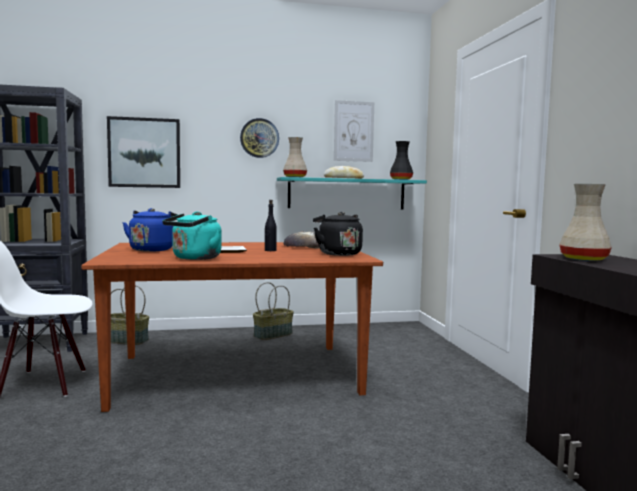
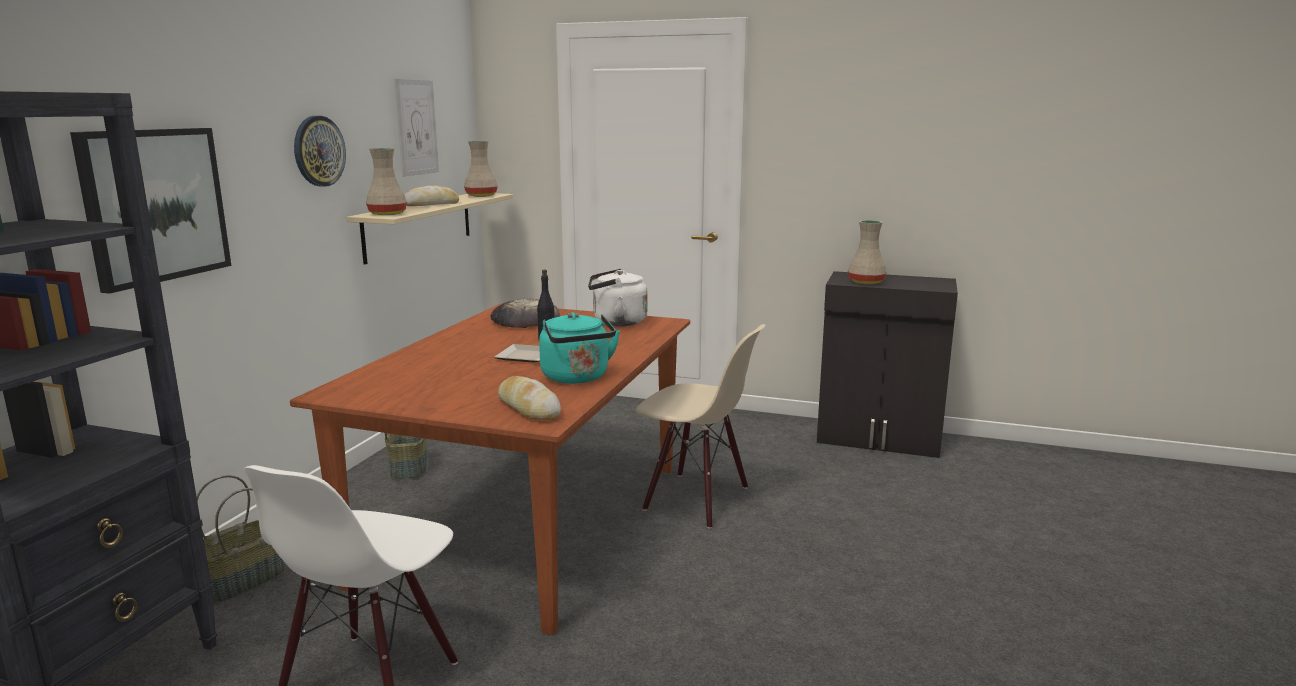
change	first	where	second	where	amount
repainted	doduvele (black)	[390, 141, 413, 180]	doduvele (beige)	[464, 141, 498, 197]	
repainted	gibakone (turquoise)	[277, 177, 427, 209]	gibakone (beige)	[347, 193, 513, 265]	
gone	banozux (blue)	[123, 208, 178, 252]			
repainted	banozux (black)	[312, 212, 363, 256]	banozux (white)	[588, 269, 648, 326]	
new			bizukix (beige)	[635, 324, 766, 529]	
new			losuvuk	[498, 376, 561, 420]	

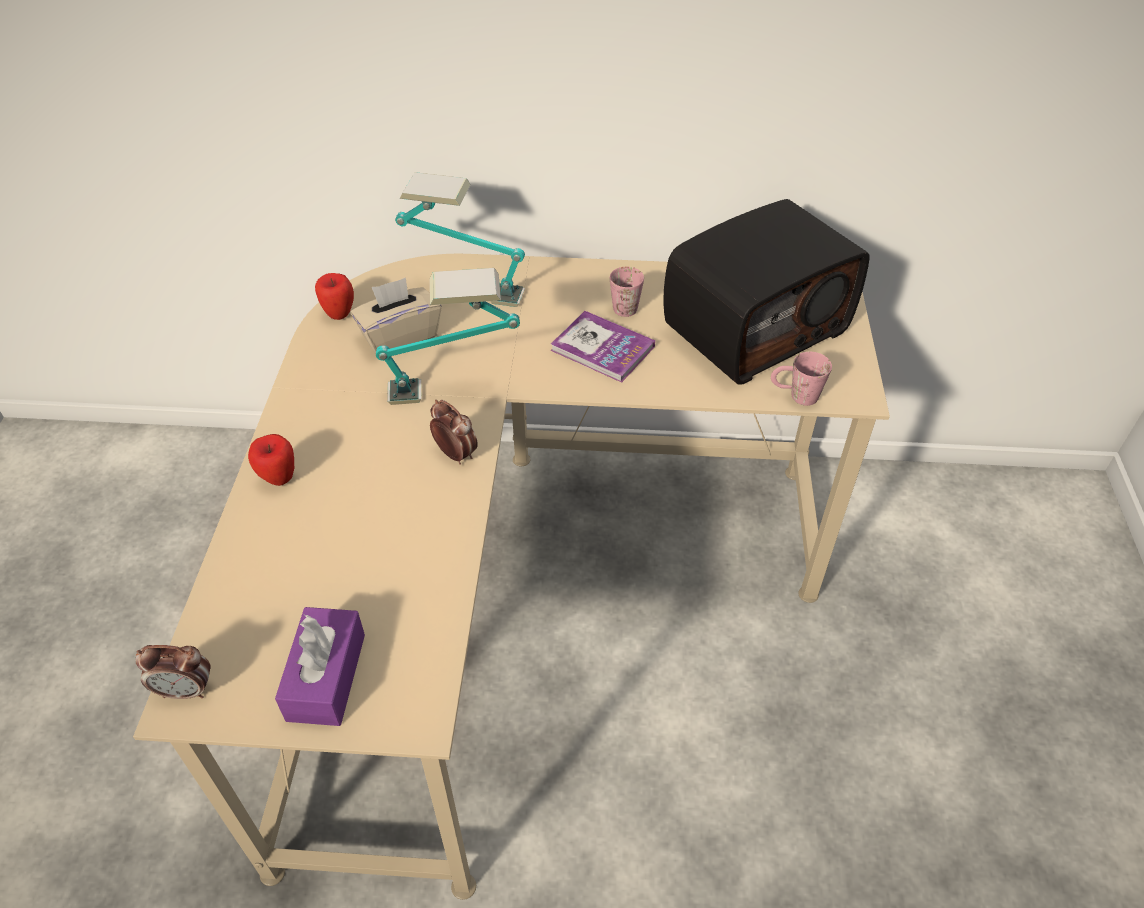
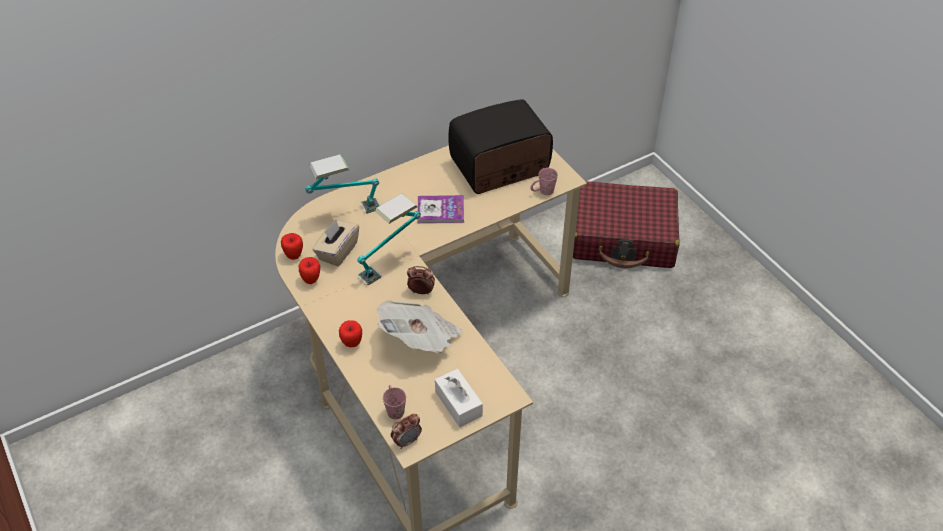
change	first	where	second	where	amount
rotated	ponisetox	[663, 199, 870, 385]		[448, 99, 553, 194]	135 degrees counterclockwise
shifted	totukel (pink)	[610, 267, 644, 317]		[383, 385, 406, 419]	
repainted	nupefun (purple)	[275, 607, 365, 726]	nupefun (white)	[435, 369, 483, 427]	
new			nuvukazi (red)	[573, 181, 680, 269]	
new			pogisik	[299, 257, 320, 284]	
new			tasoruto	[377, 301, 463, 353]	

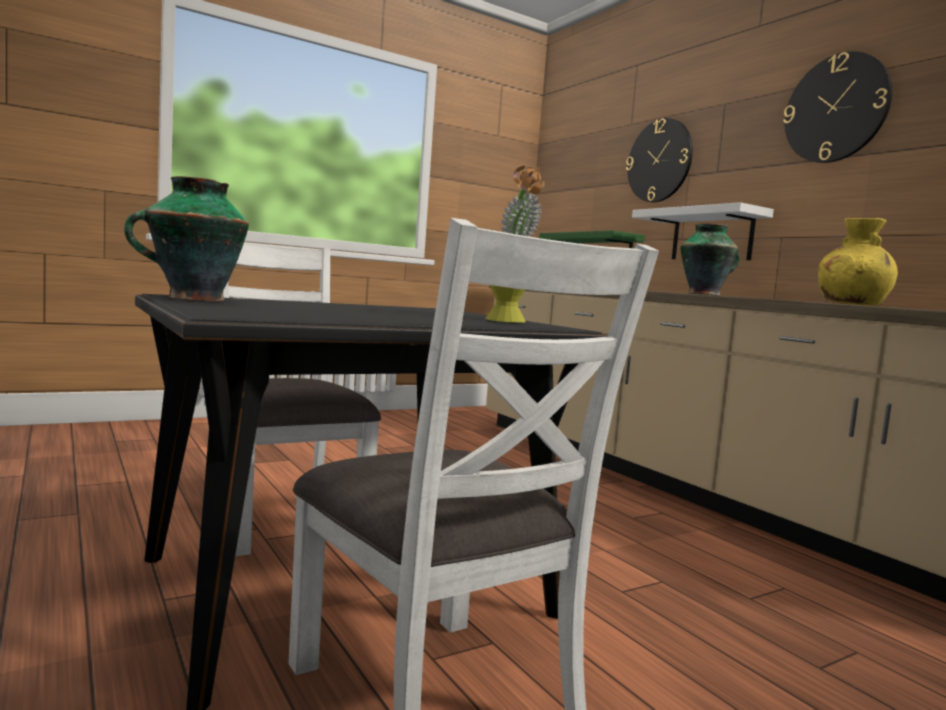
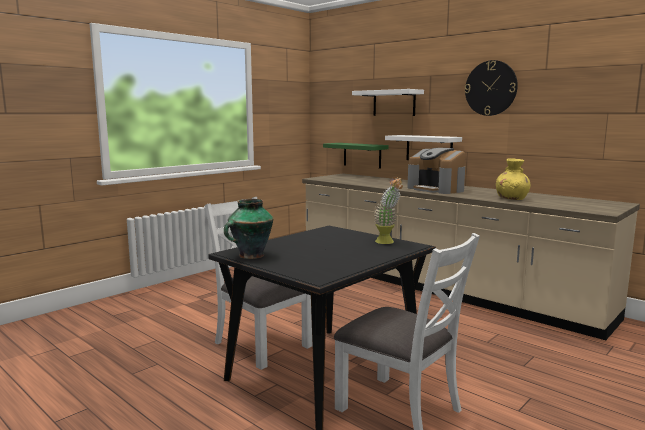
change	first	where	second	where	amount
swapped	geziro	[626, 118, 693, 202]	gibakone (white)	[352, 89, 424, 116]	
swapped	doduvele	[680, 223, 740, 296]	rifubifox	[408, 148, 465, 194]	

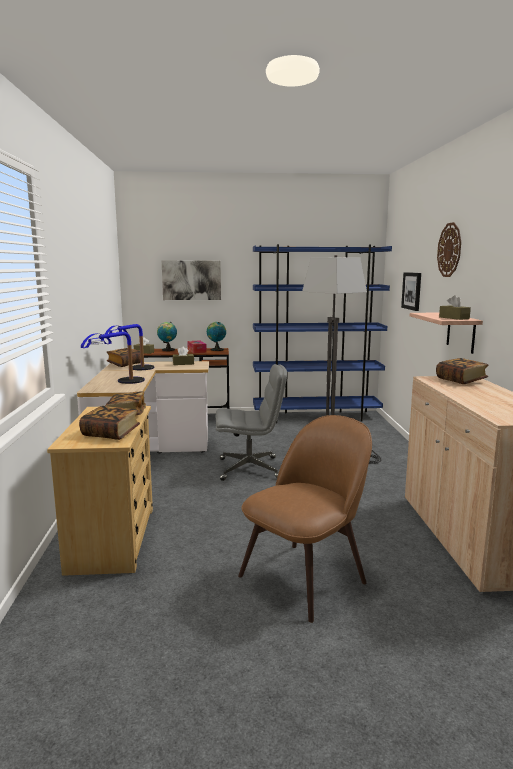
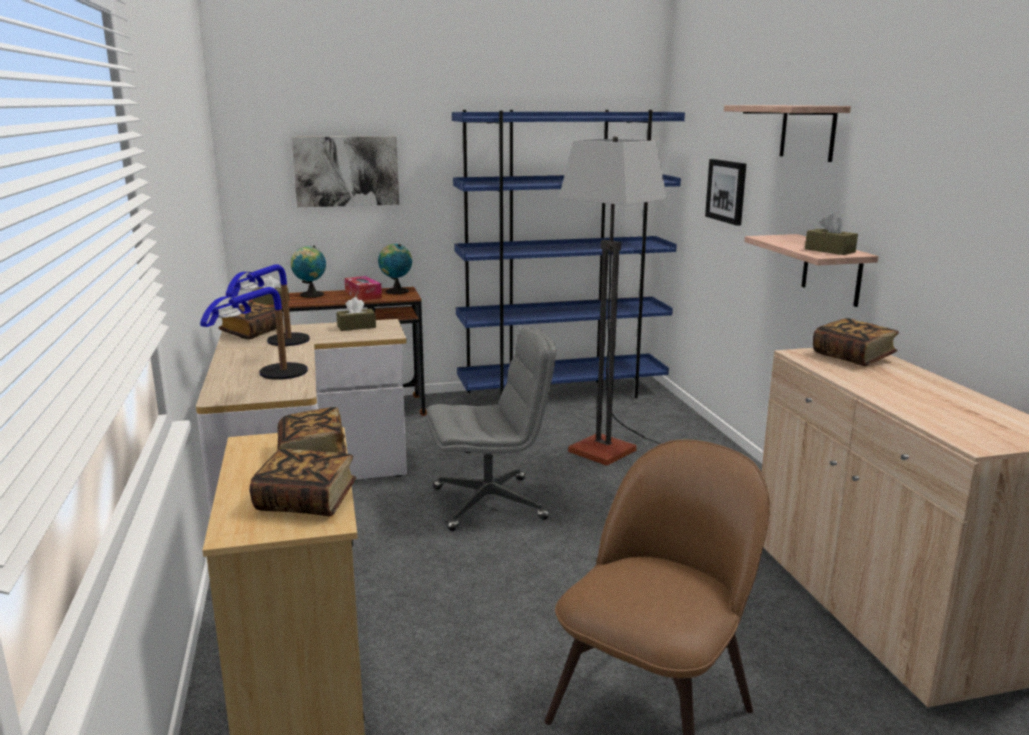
change	first	where	second	where	amount
swapped	geziro	[437, 222, 461, 277]	gibakone	[724, 105, 851, 162]	

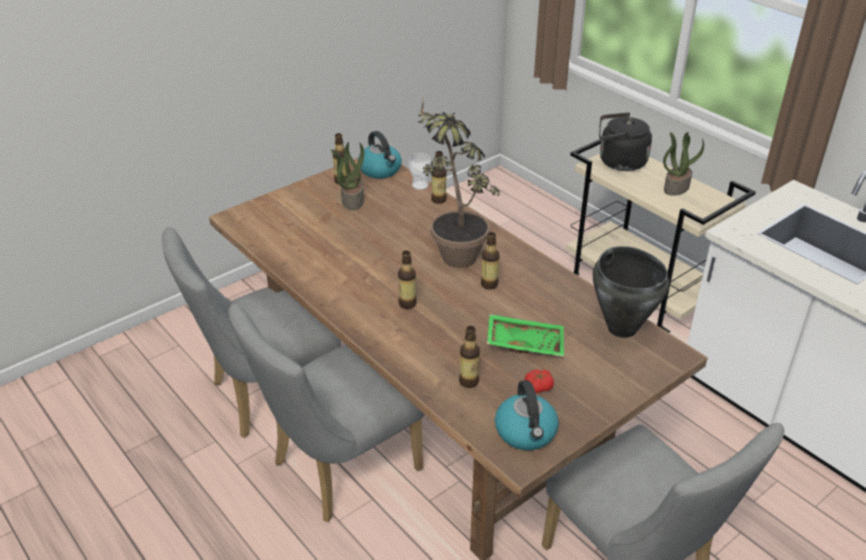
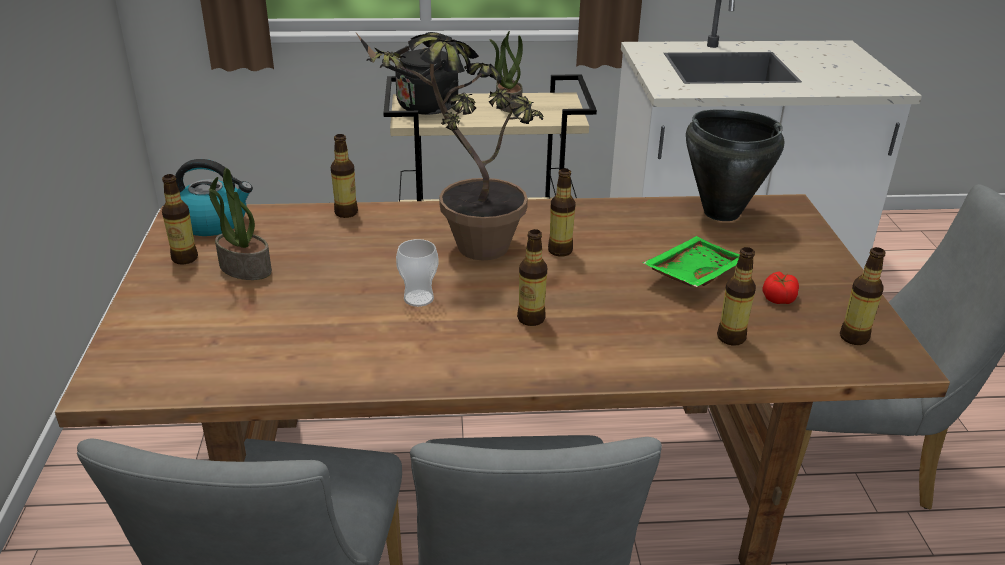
change	first	where	second	where	amount
shifted	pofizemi	[409, 153, 431, 190]		[396, 239, 438, 307]	
swapped	banozux	[495, 380, 559, 450]	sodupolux	[840, 247, 886, 345]	

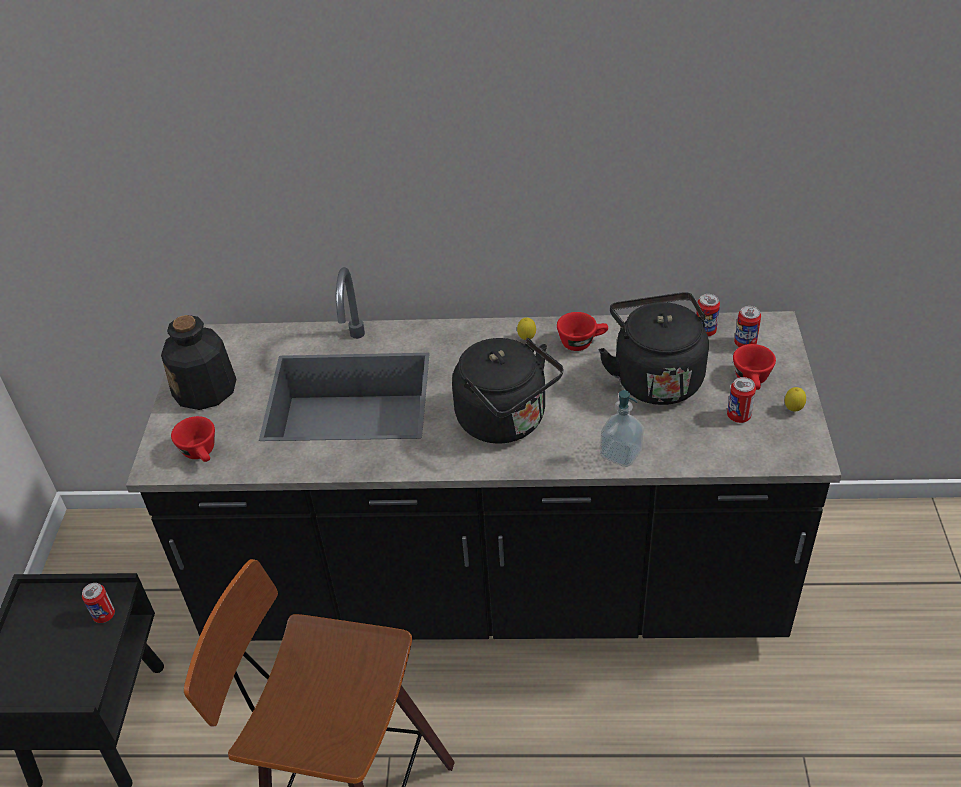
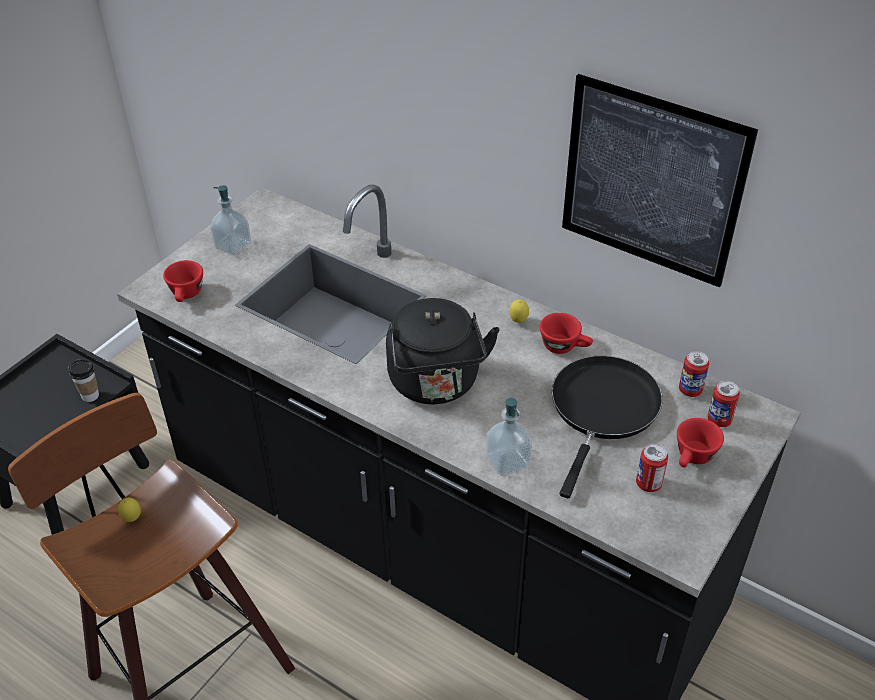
change	first	where	second	where	amount
swapped	banozux (black)	[599, 292, 709, 405]	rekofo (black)	[552, 356, 663, 498]	
swapped	sodupolux	[161, 315, 236, 410]	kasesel	[210, 185, 251, 255]	
shifted	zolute	[785, 387, 806, 411]		[118, 498, 141, 522]	
swapped	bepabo	[82, 583, 115, 623]	pofizemi	[68, 359, 99, 402]	
new			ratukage	[562, 74, 758, 287]	

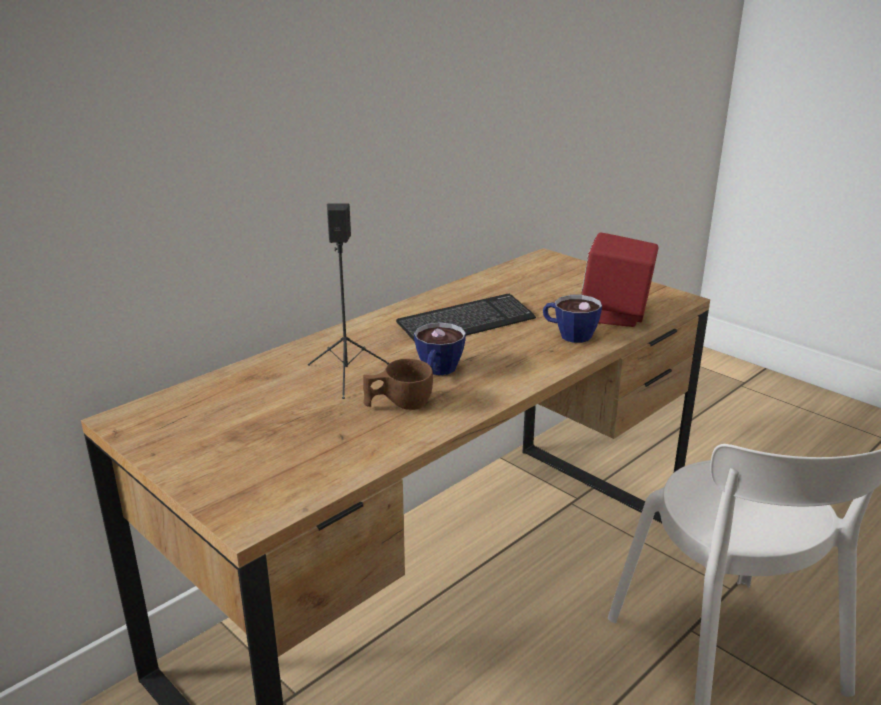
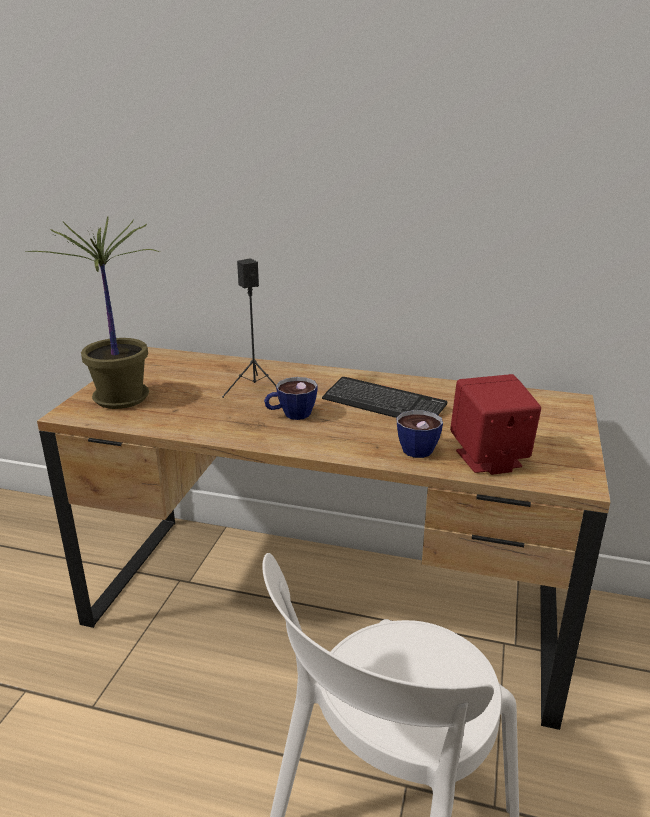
change	first	where	second	where	amount
gone	pofizemi (brown)	[363, 359, 433, 410]			
new			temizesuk	[24, 217, 160, 409]	

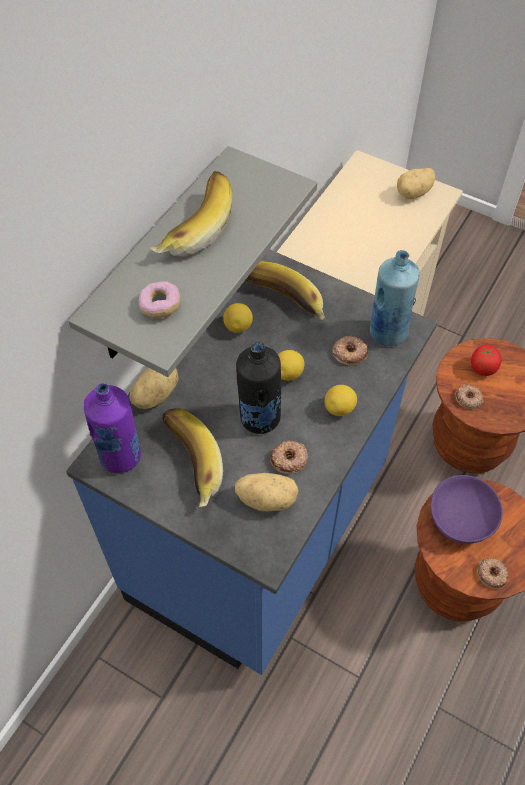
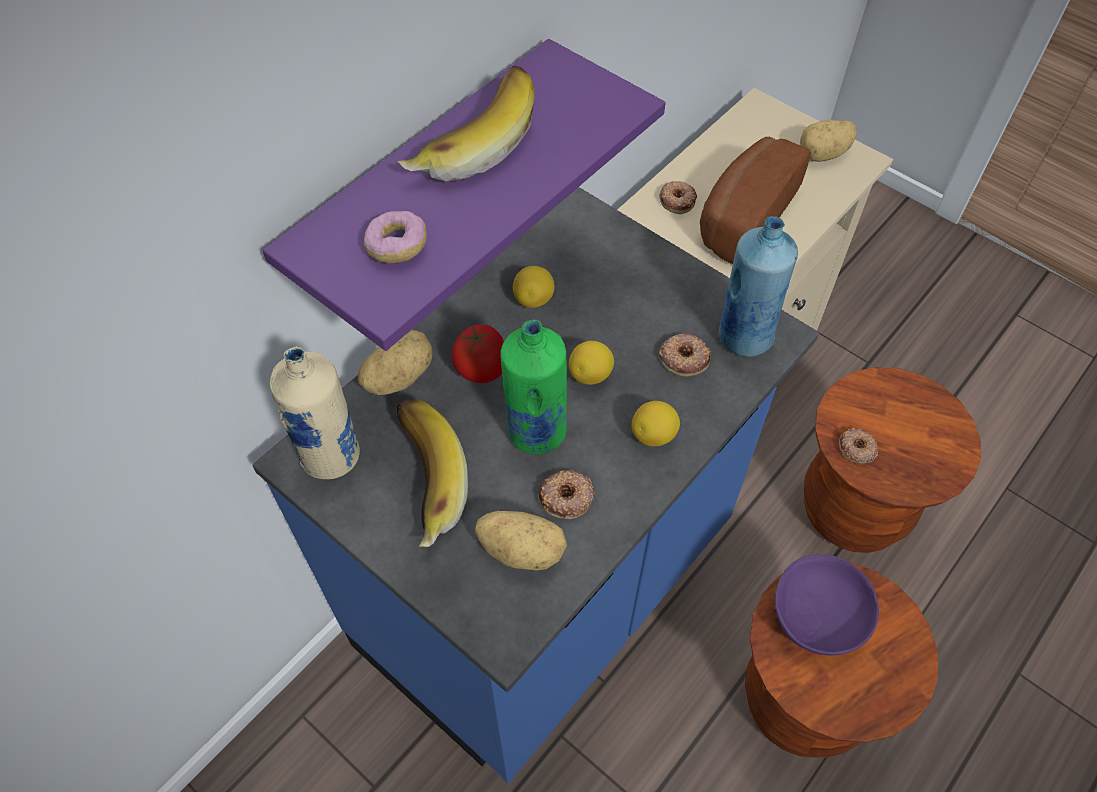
change	first	where	second	where	amount
repainted	gibakone (grey)	[68, 146, 317, 377]	gibakone (purple)	[262, 39, 666, 351]	
gone	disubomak	[246, 261, 325, 320]			
repainted	sodupolux (black)	[236, 342, 281, 434]	sodupolux (green)	[500, 320, 567, 454]	
shifted	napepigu	[471, 345, 501, 376]		[451, 324, 504, 383]	
repainted	sodupolux (purple)	[84, 383, 141, 473]	sodupolux (beige)	[270, 347, 360, 479]	
shifted	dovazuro	[477, 558, 509, 589]		[659, 181, 697, 214]	
new			losuvuk	[700, 137, 811, 264]	

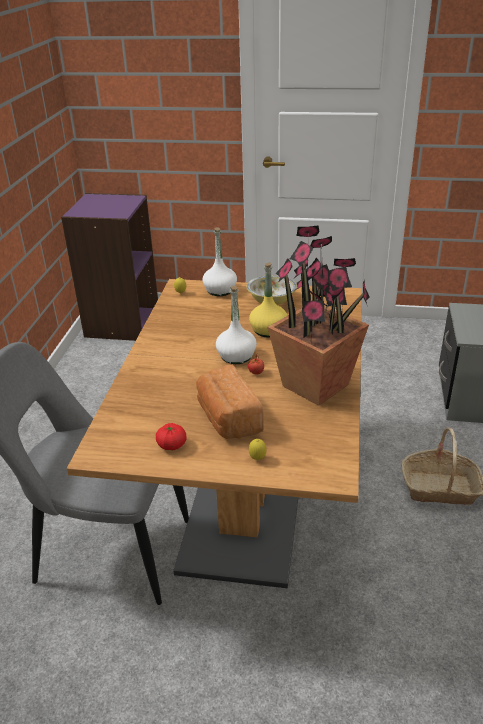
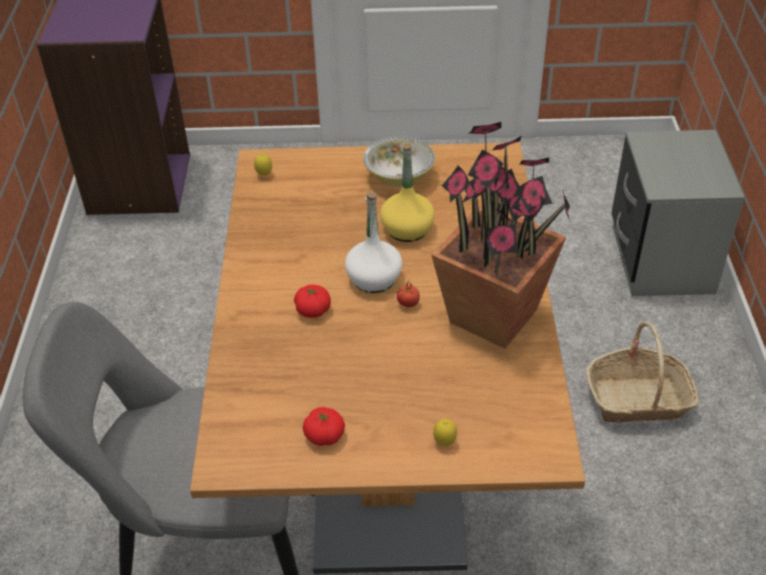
change	first	where	second	where	amount
gone	sodupolux (white)	[202, 227, 237, 296]			
gone	losuvuk	[196, 365, 263, 439]			
new			napepigu	[294, 285, 331, 318]	

